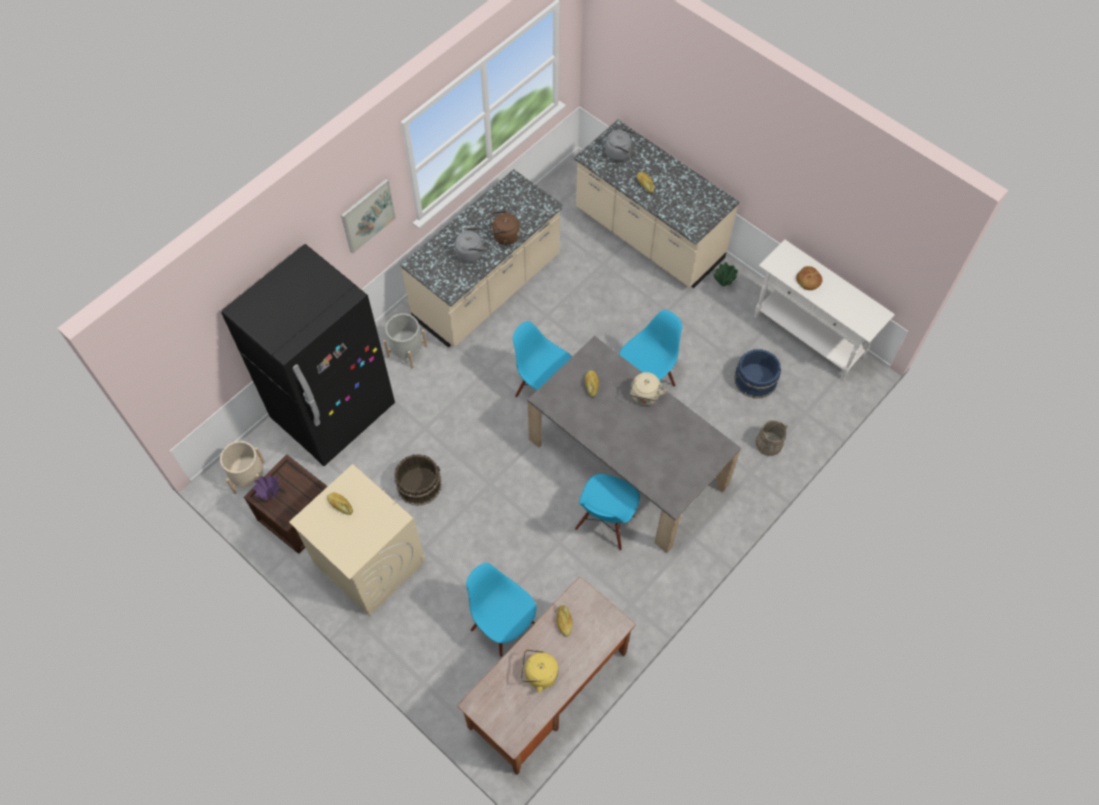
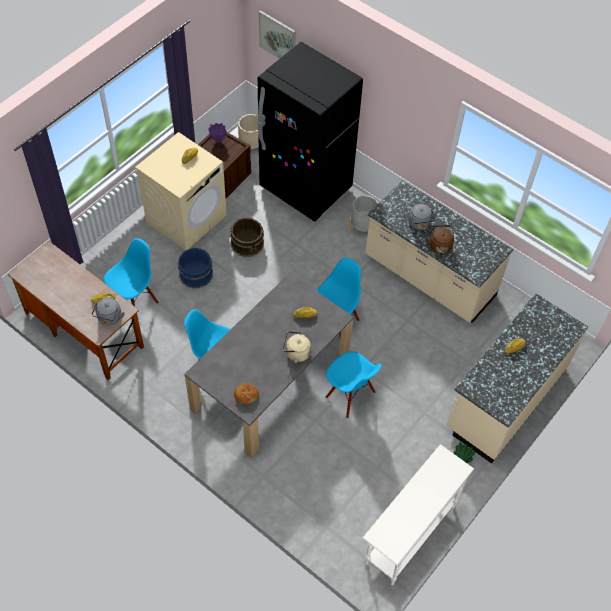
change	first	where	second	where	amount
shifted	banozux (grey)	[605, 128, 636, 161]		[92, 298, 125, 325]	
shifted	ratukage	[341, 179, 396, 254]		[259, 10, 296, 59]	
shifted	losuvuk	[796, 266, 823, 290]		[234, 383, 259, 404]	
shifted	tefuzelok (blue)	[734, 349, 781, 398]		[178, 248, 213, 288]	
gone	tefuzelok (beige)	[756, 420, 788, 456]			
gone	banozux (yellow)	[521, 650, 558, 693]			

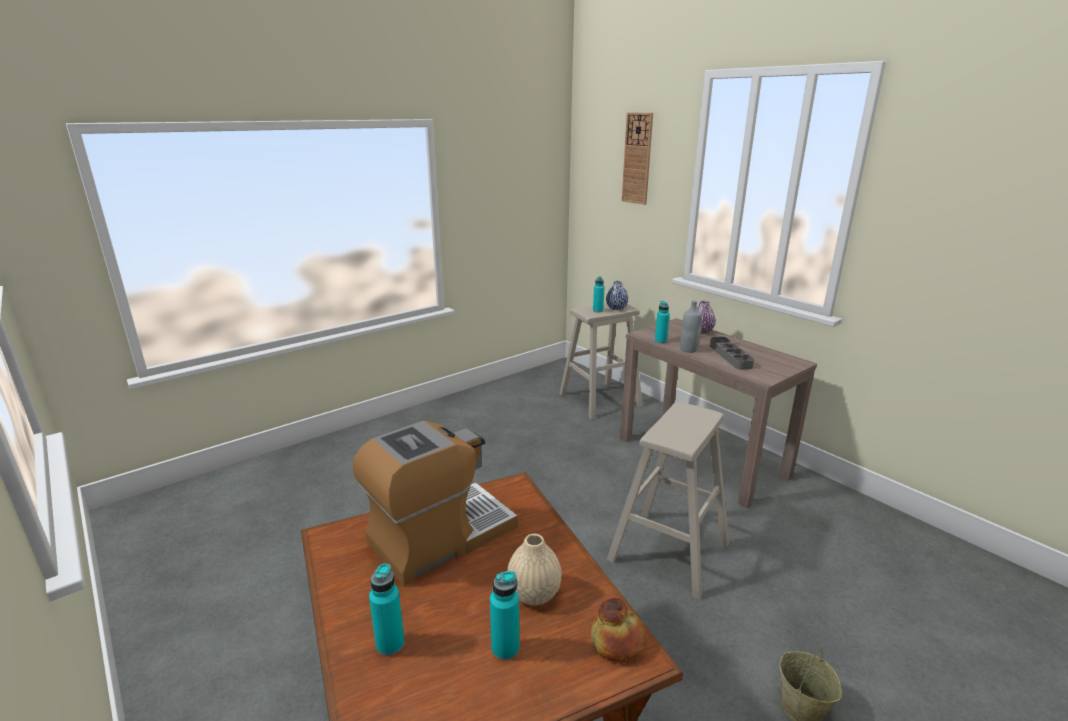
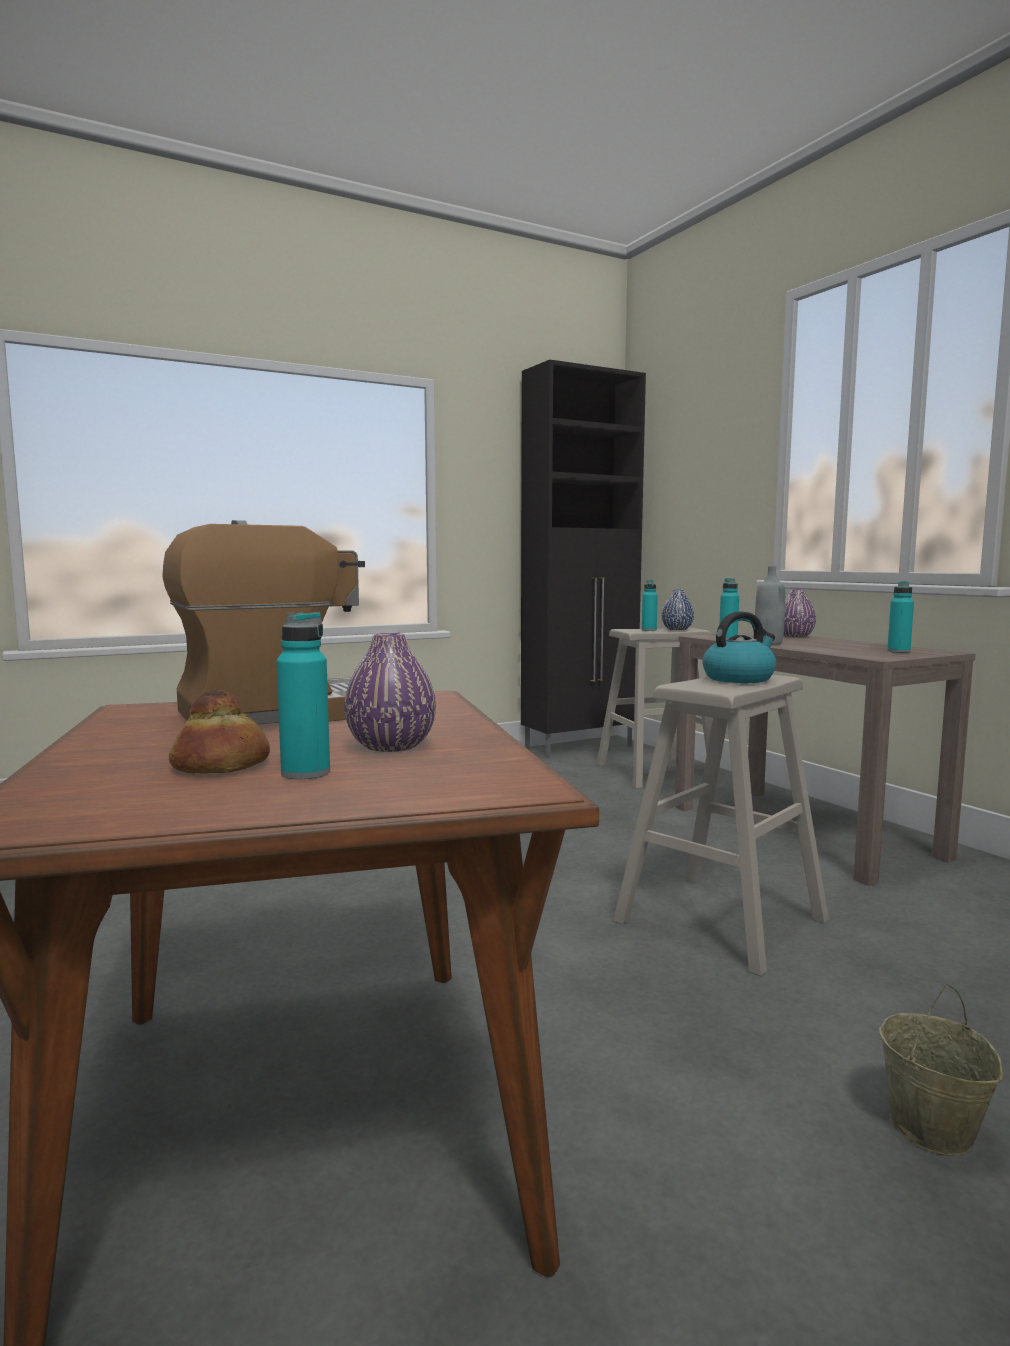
change	first	where	second	where	amount
gone	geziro	[622, 113, 653, 205]			
gone	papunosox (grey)	[710, 337, 754, 370]			
repainted	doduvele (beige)	[507, 534, 562, 605]	doduvele (purple)	[344, 633, 436, 752]	
shifted	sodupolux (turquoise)	[369, 563, 405, 656]		[887, 581, 914, 653]	
shifted	losuvuk	[591, 598, 647, 662]		[169, 690, 270, 774]	
new			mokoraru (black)	[521, 360, 646, 758]	
new			banozux	[702, 611, 776, 683]	

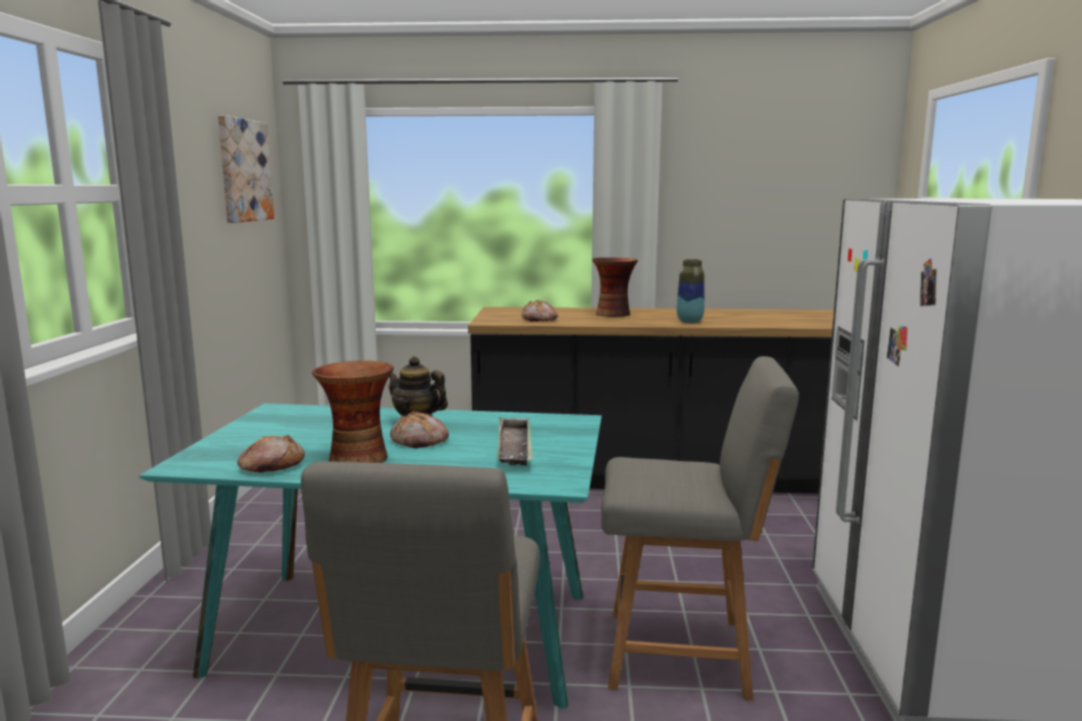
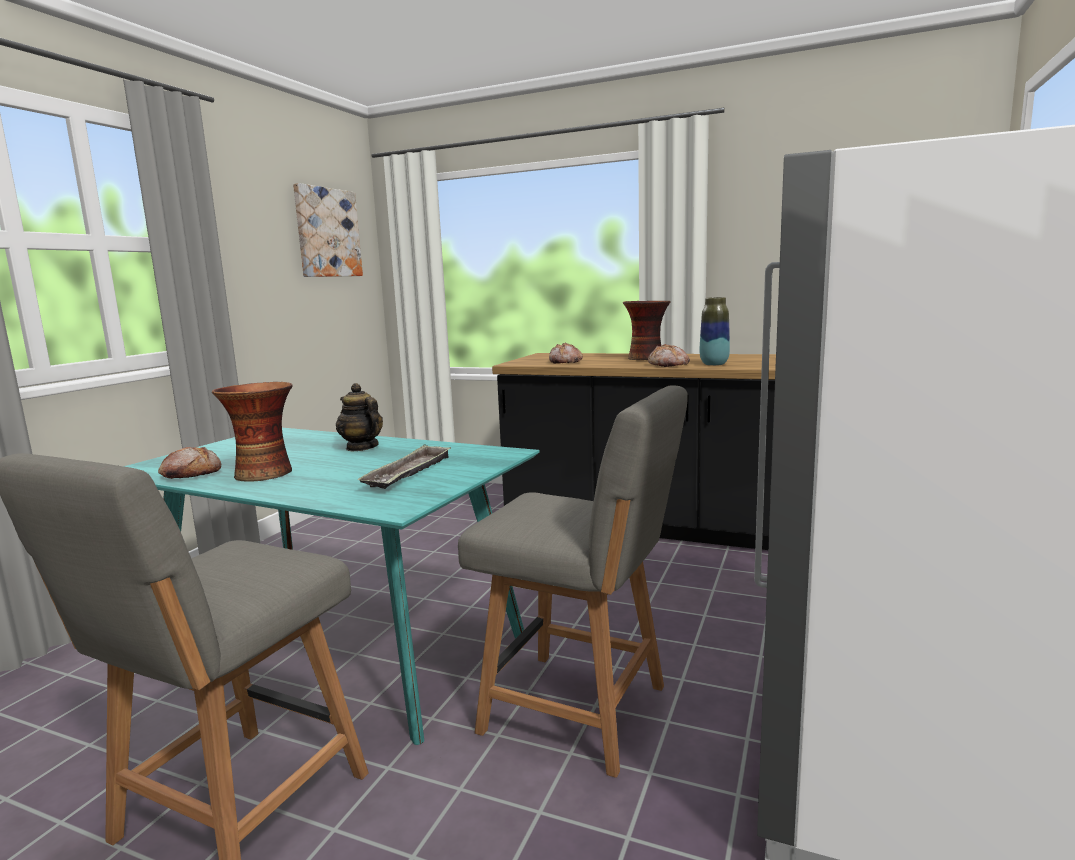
change	first	where	second	where	amount
shifted	losuvuk	[390, 411, 449, 448]		[648, 344, 690, 367]	

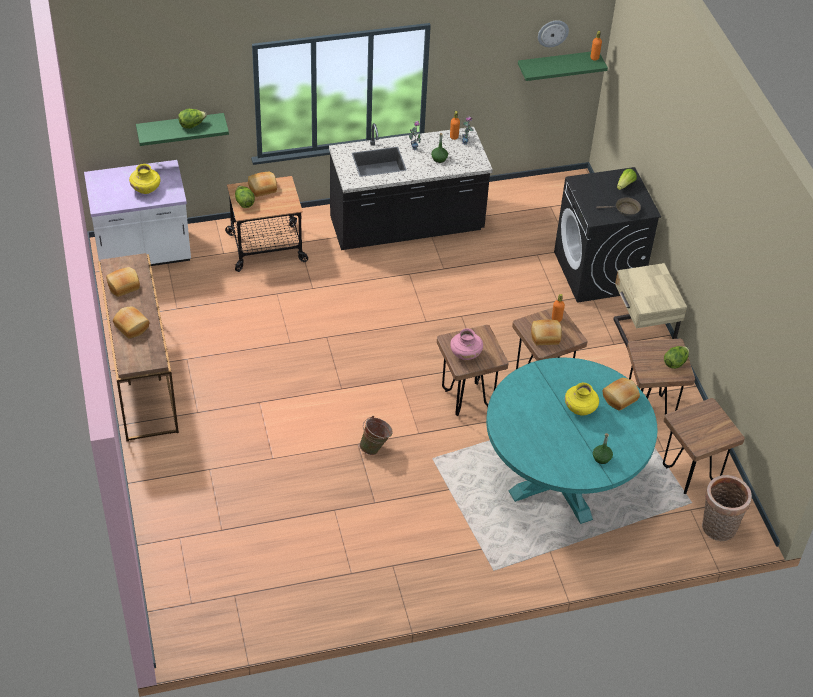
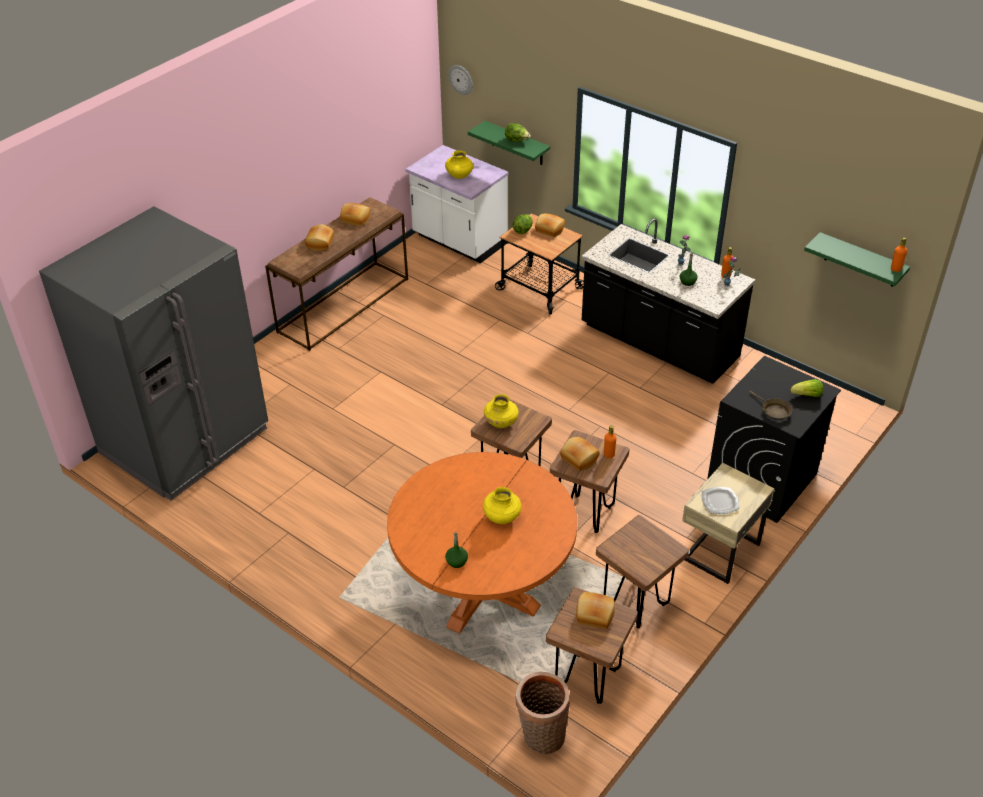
change	first	where	second	where	amount
shifted	geziro	[538, 21, 569, 47]		[449, 65, 473, 95]	
repainted	doduvele (pink)	[450, 329, 483, 360]	doduvele (yellow)	[484, 394, 519, 428]	
gone	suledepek	[664, 346, 689, 369]			
repainted	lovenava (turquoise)	[486, 358, 657, 524]	lovenava (orange)	[387, 452, 577, 634]	
shifted	losuvuk	[602, 378, 640, 411]		[576, 592, 615, 629]	
gone	tefuzelok (green)	[359, 416, 393, 455]			
new			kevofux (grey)	[39, 206, 268, 501]	
new			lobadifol	[702, 487, 739, 514]	

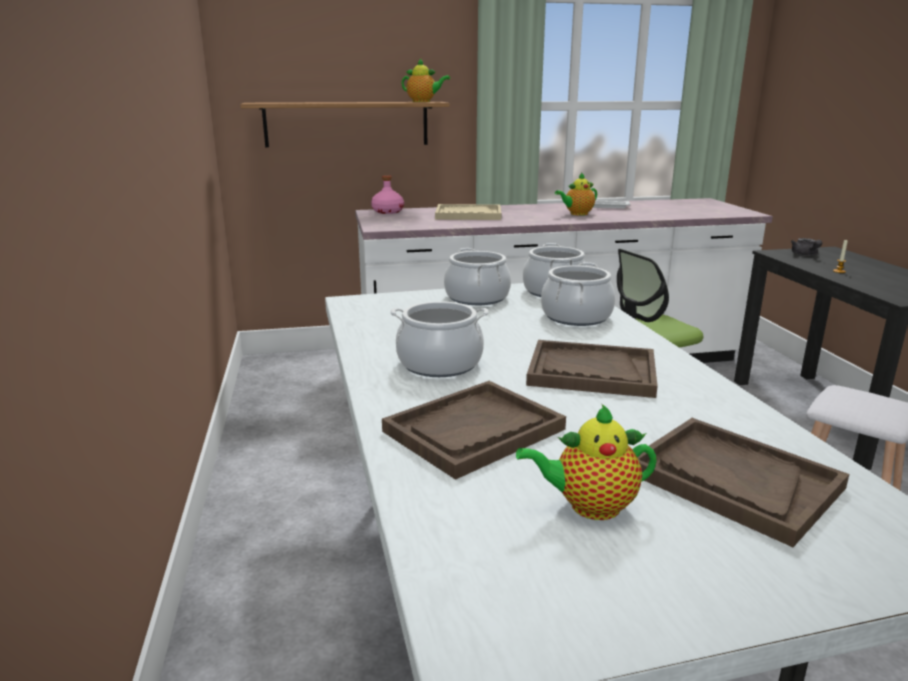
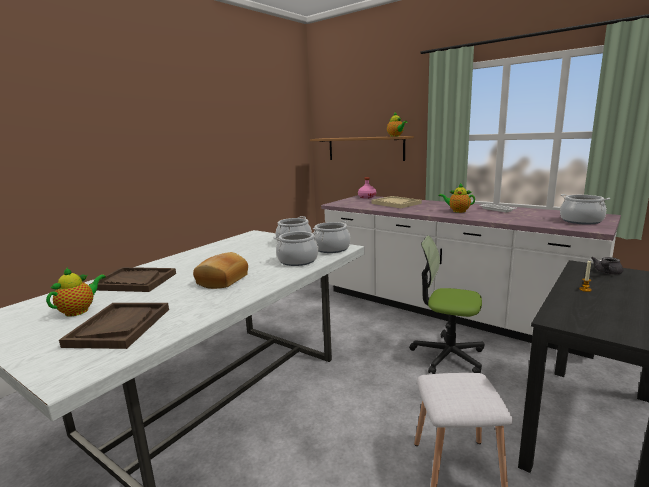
change	first	where	second	where	amount
shifted	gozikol	[390, 301, 489, 377]		[560, 194, 610, 224]	
swapped	papunosox (brown)	[526, 340, 658, 398]	losuvuk	[193, 252, 248, 289]	
rotated	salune	[516, 404, 657, 520]		[46, 267, 106, 317]	75 degrees clockwise

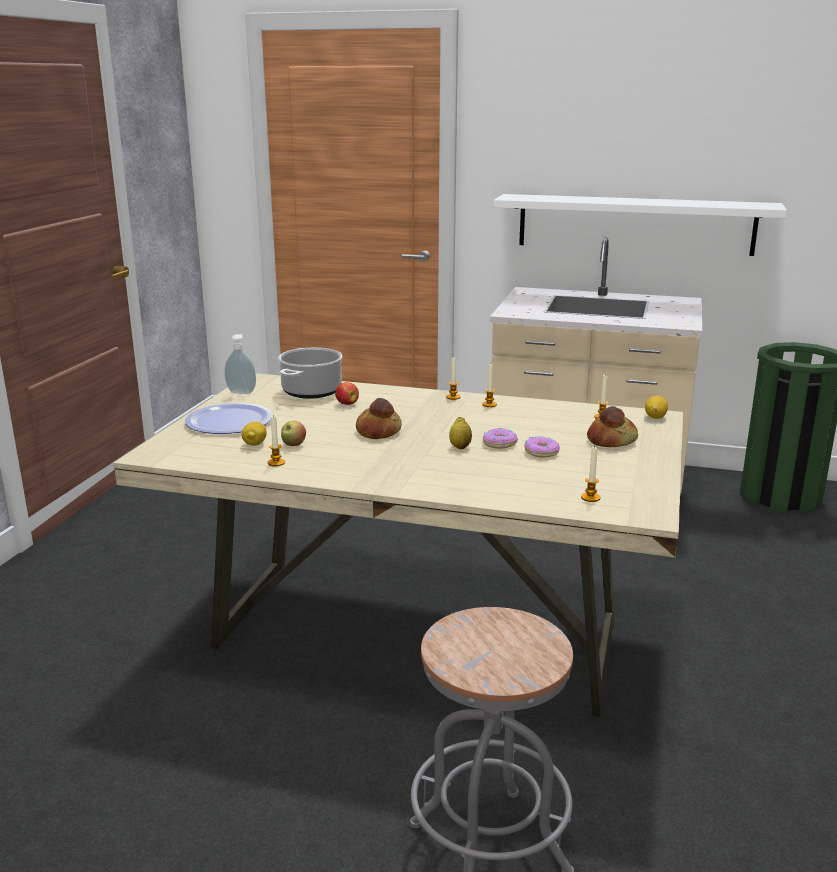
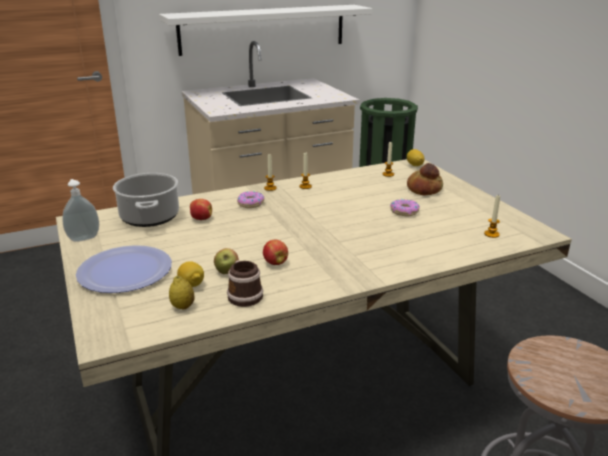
change	first	where	second	where	amount
gone	losuvuk	[356, 398, 402, 439]			
swapped	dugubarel	[268, 414, 285, 466]	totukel	[227, 260, 263, 307]	
shifted	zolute	[449, 417, 472, 449]		[169, 276, 195, 309]	
shifted	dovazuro	[483, 428, 518, 449]		[237, 191, 264, 208]	
new			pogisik	[263, 240, 288, 265]	

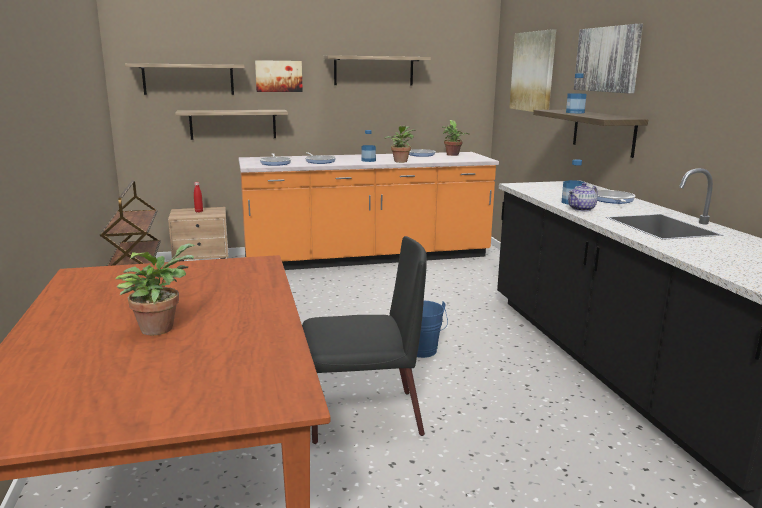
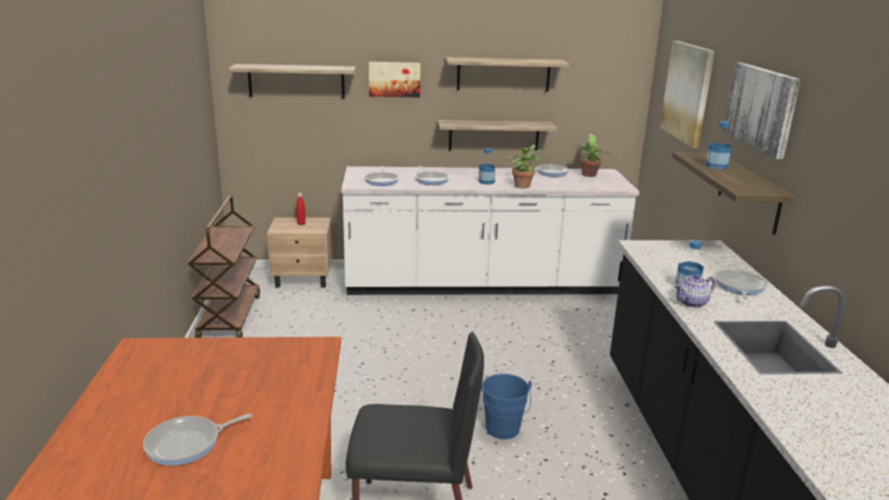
change	first	where	second	where	amount
shifted	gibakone	[175, 110, 288, 140]		[438, 120, 557, 151]	
repainted	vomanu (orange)	[238, 152, 499, 270]	vomanu (white)	[341, 166, 639, 295]	
swapped	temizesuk	[116, 243, 195, 335]	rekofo	[143, 414, 252, 466]	

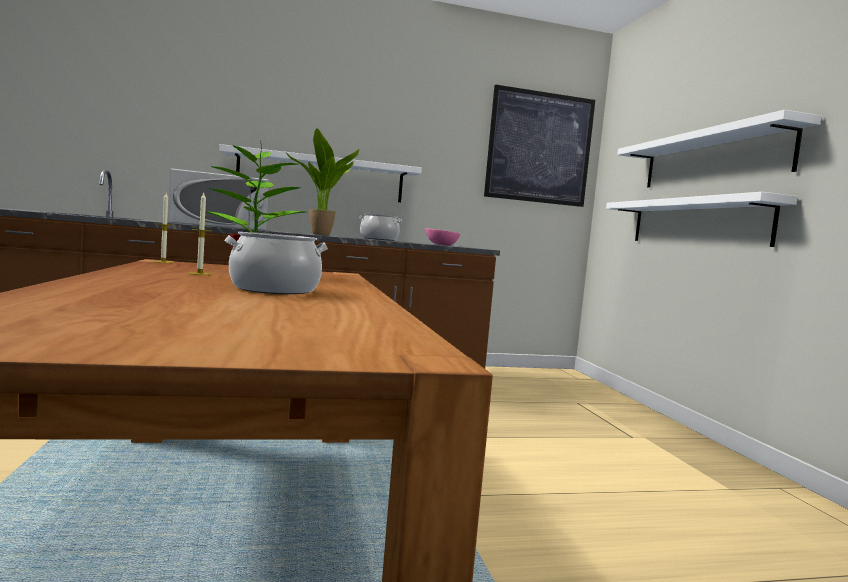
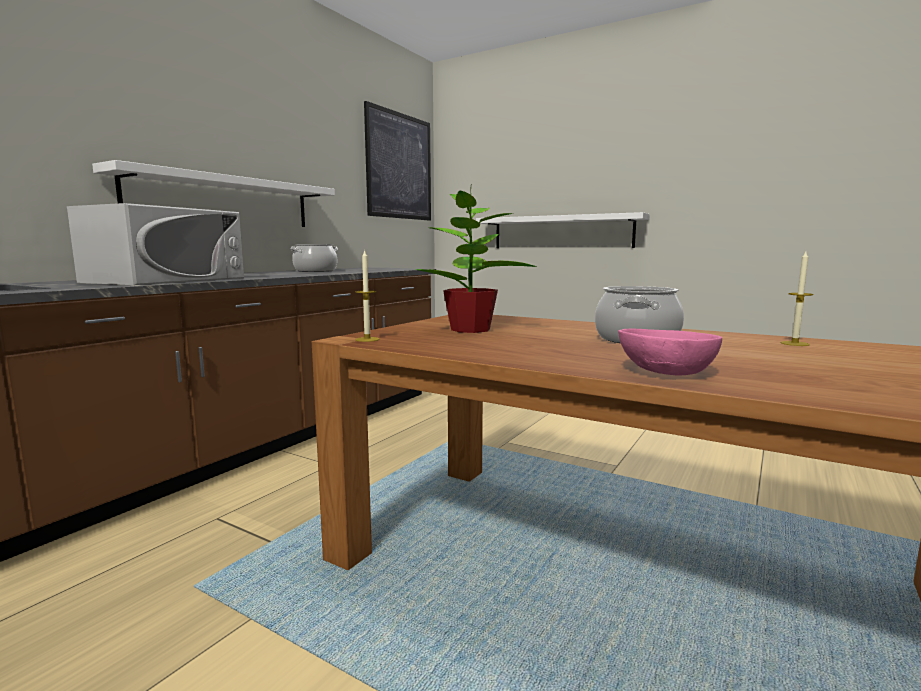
change	first	where	second	where	amount
gone	gibakone (white)	[617, 110, 821, 188]			
gone	temizesuk	[286, 128, 359, 236]			
shifted	dugubarel	[188, 193, 212, 275]		[781, 252, 814, 346]	
shifted	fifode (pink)	[425, 228, 460, 246]		[618, 329, 722, 375]	

